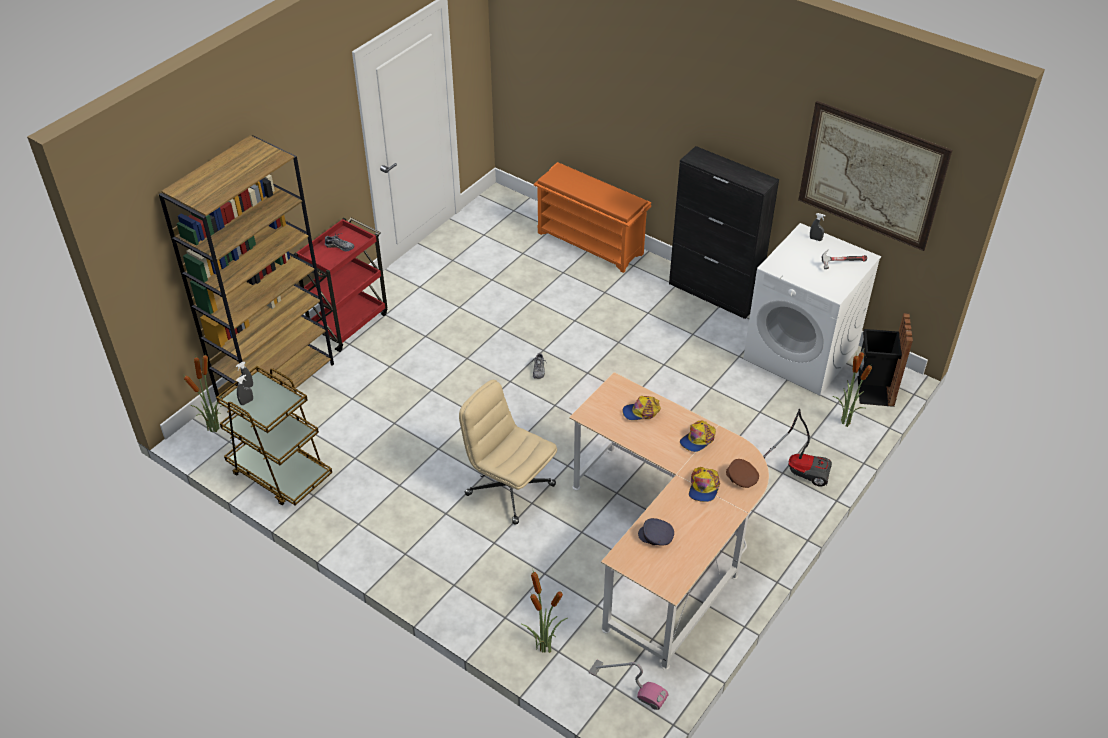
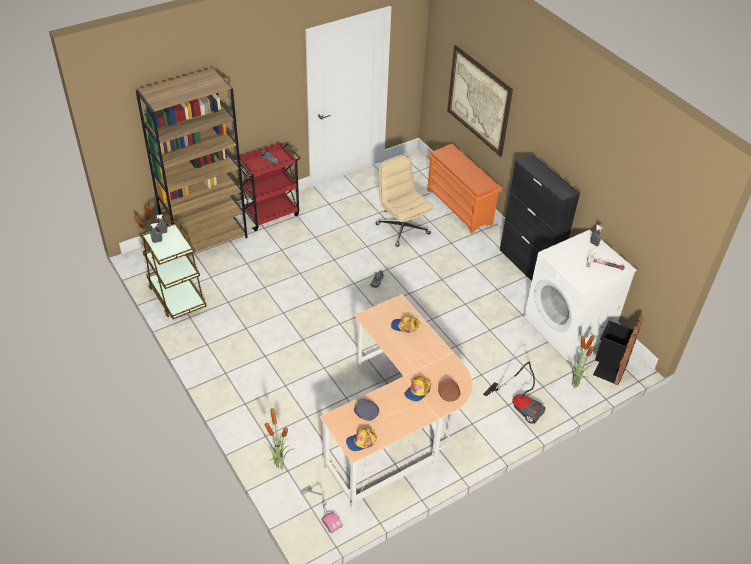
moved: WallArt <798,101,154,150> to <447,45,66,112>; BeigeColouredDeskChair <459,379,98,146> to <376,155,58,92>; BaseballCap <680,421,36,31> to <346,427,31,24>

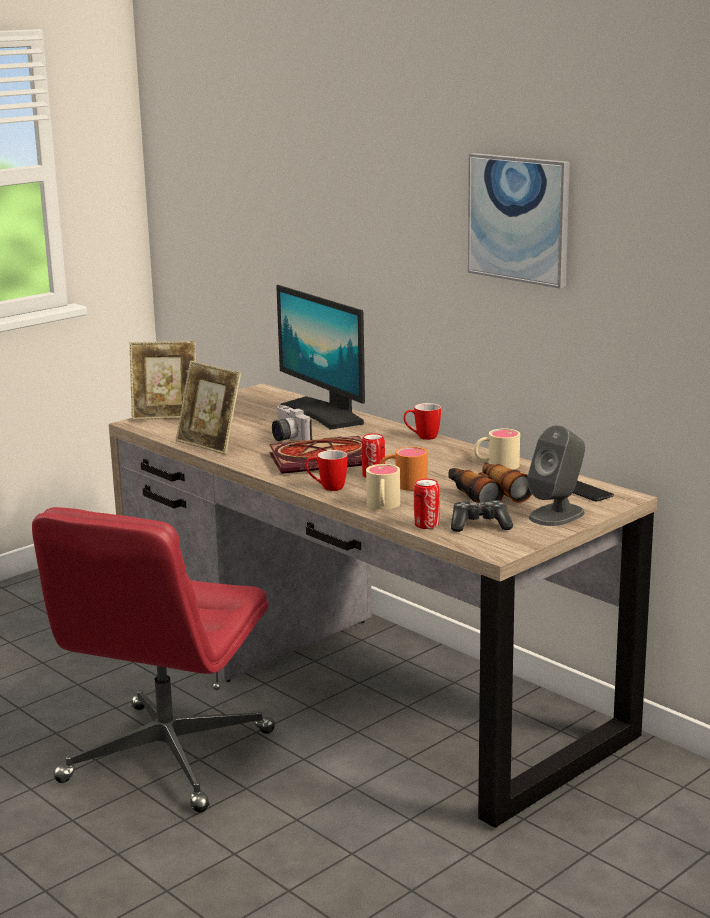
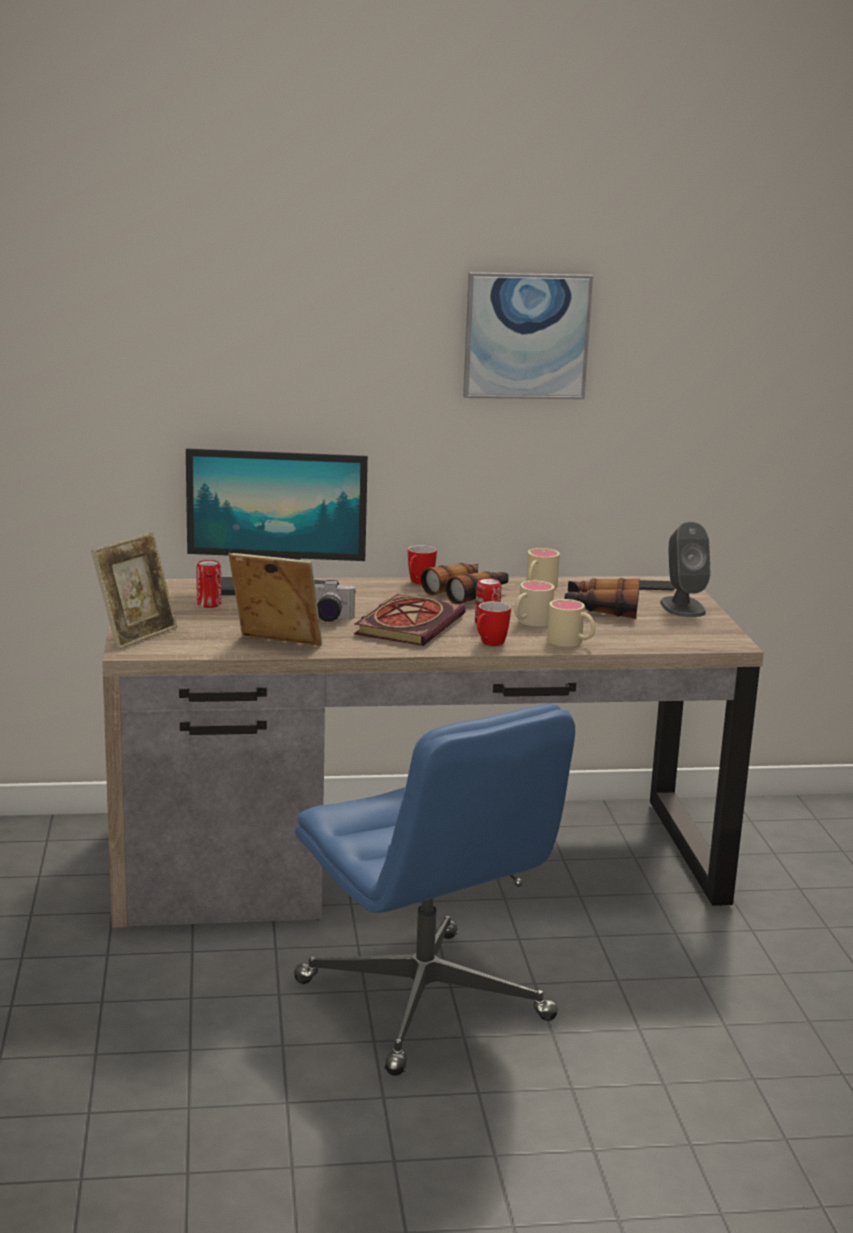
removed: GameController <451,500,62,32>
added: FieldGlasses <421,563,88,41>
moved: SealedCan <414,479,25,50> to <196,560,25,48>
recoloured: OrangeMug <380,447,48,44> to BeigeColouredMug <514,581,40,45>; RedColouredDeskChair <32,507,243,305> to BluishDeskChair <294,704,281,372>
turned: PhotoFrame <176,360,65,95> = <229,553,93,93> 150 degrees counterclockwise

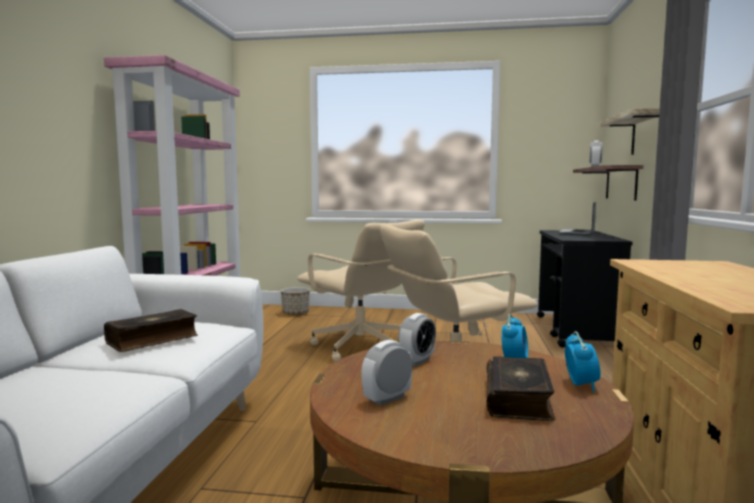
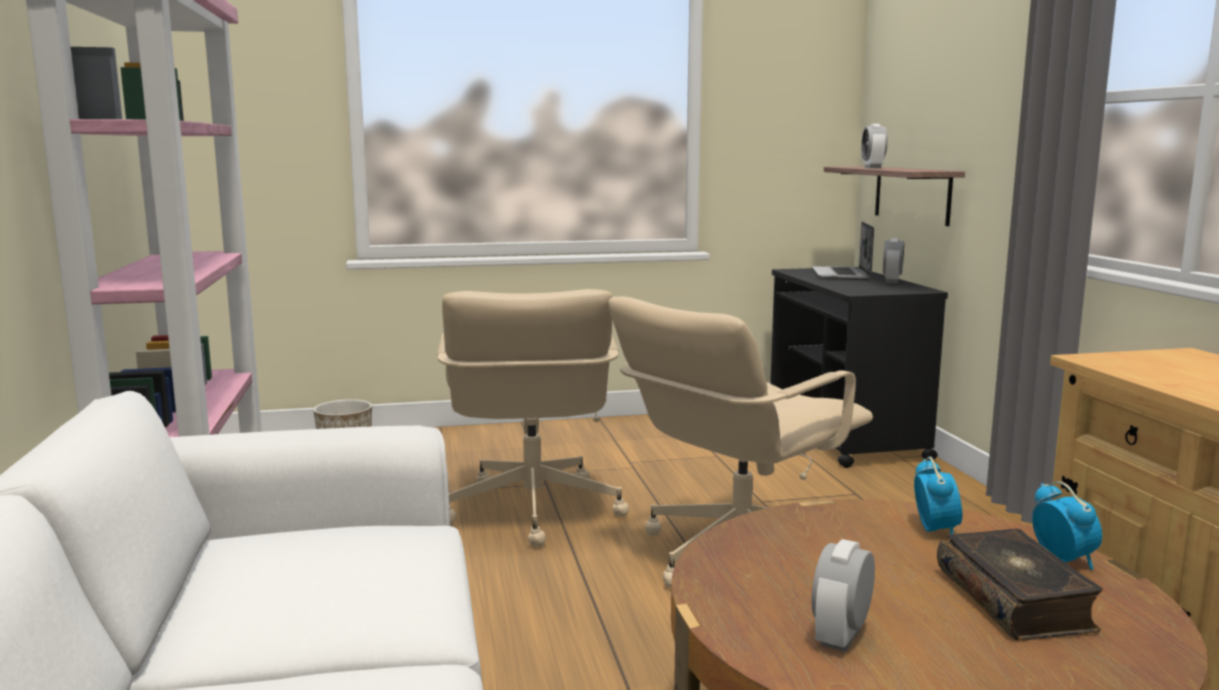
removed: Shelf <600,108,60,47>; BoundBook <104,309,94,43>
moved: BedsideClock <398,313,38,54> to <883,238,21,46>
turned: BeigeColouredDeskChair <297,220,128,141> = <437,289,192,257> 60 degrees clockwise

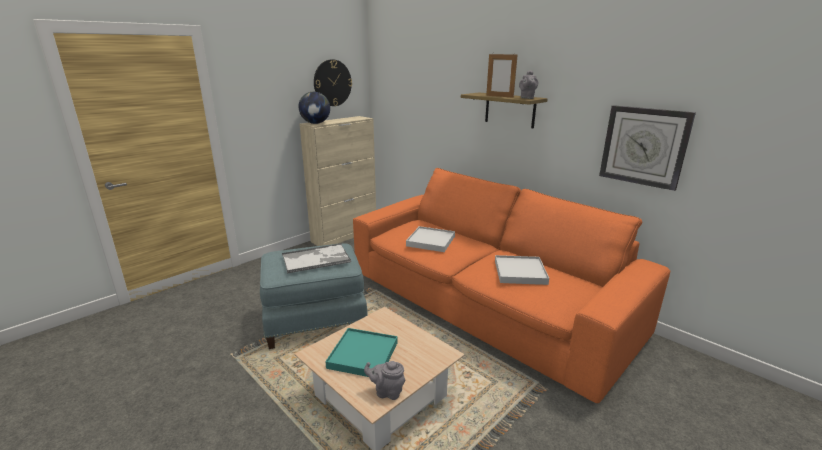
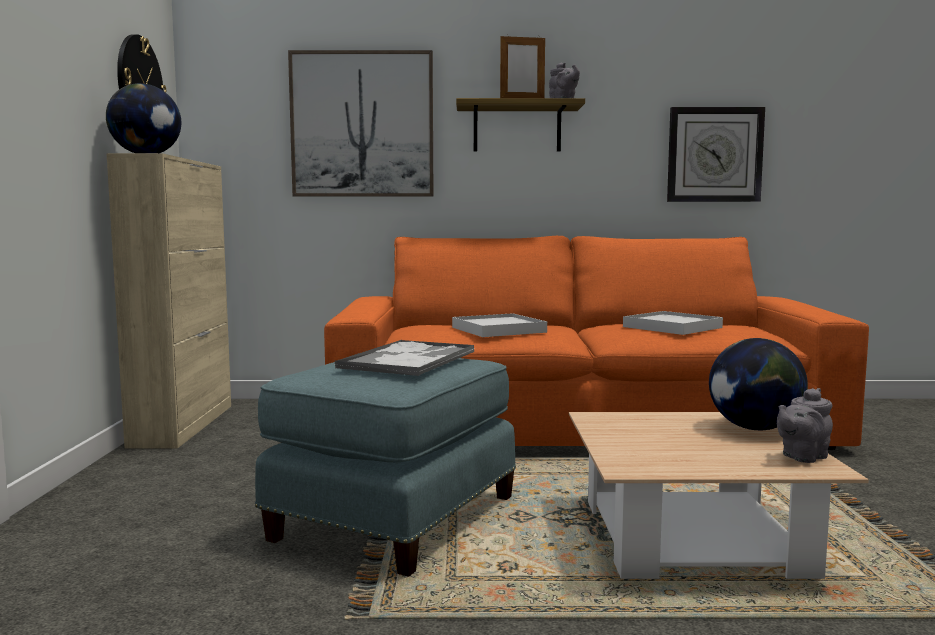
removed: BlueGreenServingTray <325,328,72,49>
added: WallArt <288,50,146,147>; DeskGlobe <709,338,99,92>

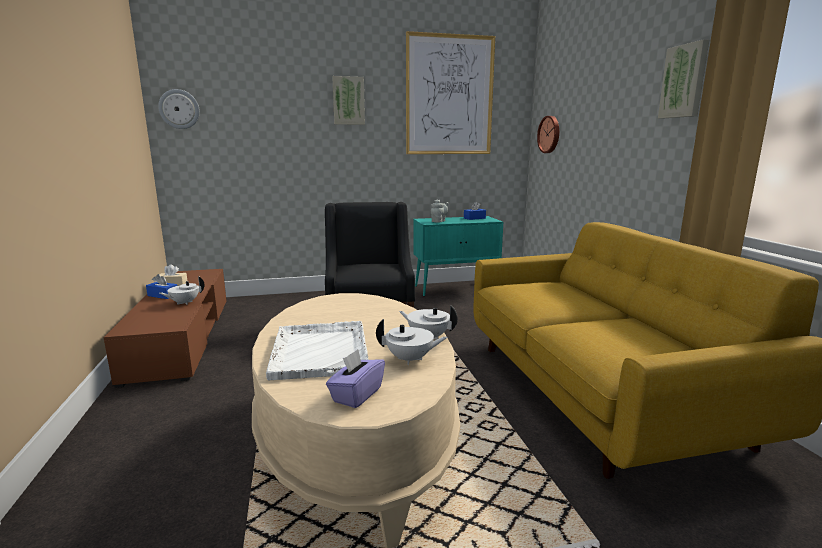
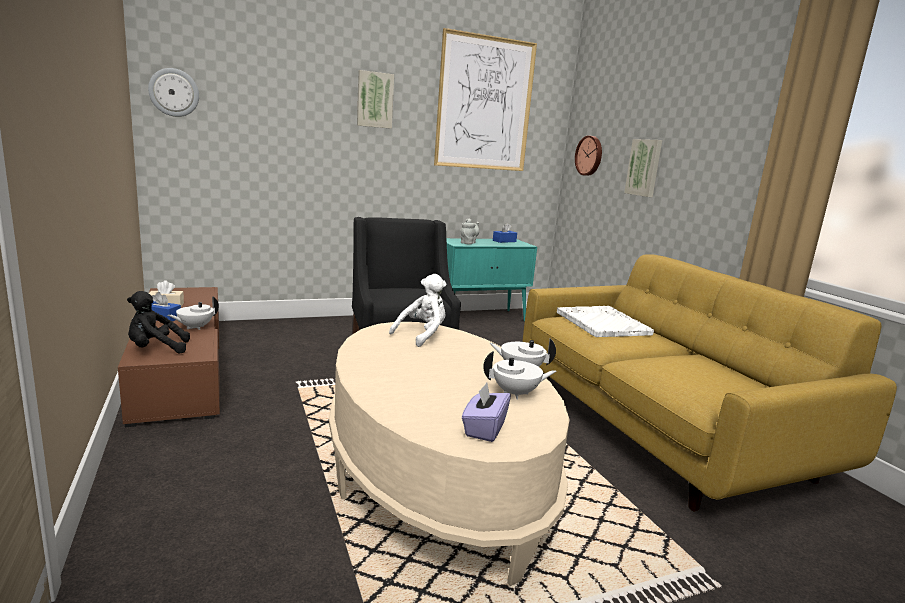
added: WhiteColouredSoftToy <389,274,58,73>; BlackishSoftToy <127,291,63,63>
moved: WallArt <658,39,51,80> to <624,139,38,58>; WhiteColouredServingTray <266,321,103,59> to <557,306,97,31>

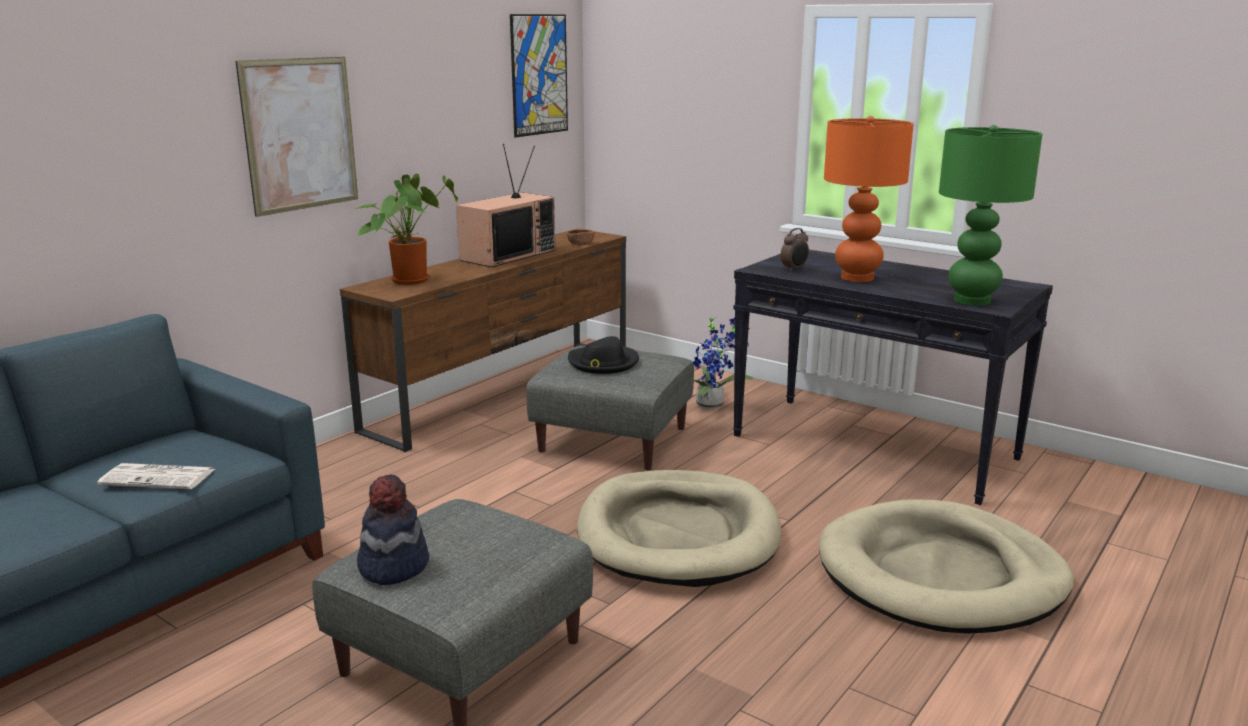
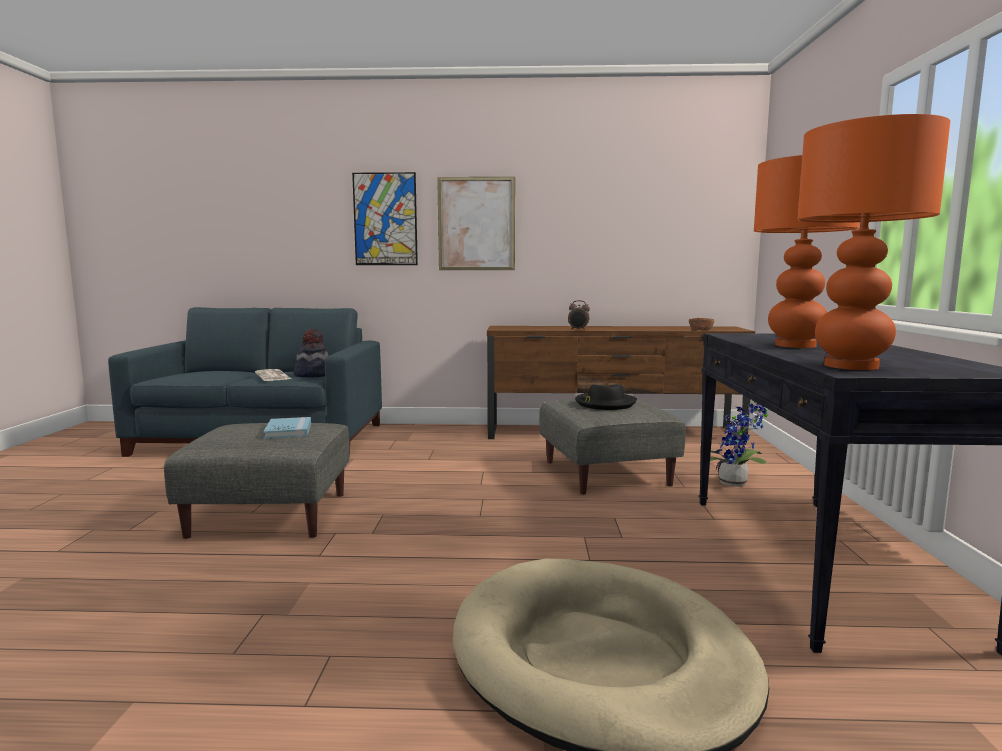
removed: Television <456,144,99,123>; PlantInAPot <355,173,103,112>; BeigeColouredPetBed <577,470,204,117>
added: BluishBoundBook <263,417,48,22>
moved: WallArt <510,14,58,123> to <352,172,66,93>; BedsideClock <781,228,28,44> to <568,300,22,30>; ClothingHat <357,475,72,110> to <294,329,35,49>
recoloured: GreenishLampForATable <939,125,103,181> to OrangeLampForATable <797,114,153,256>

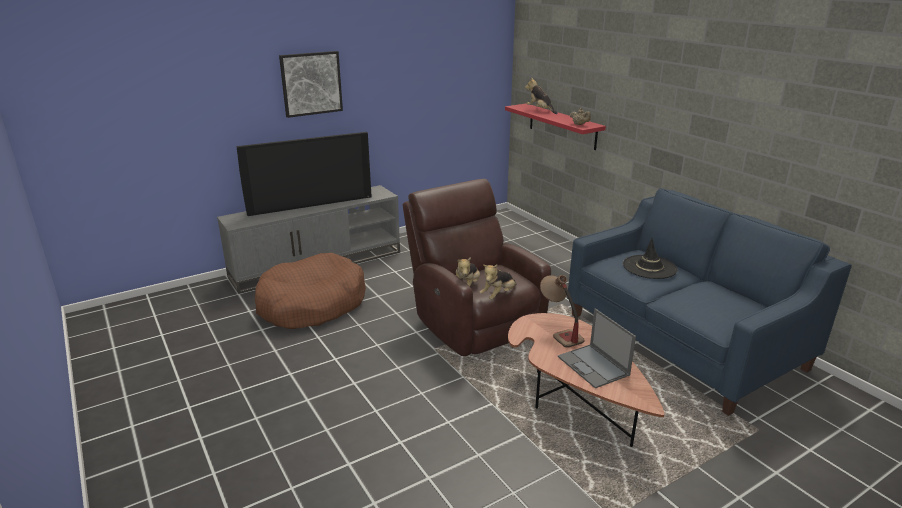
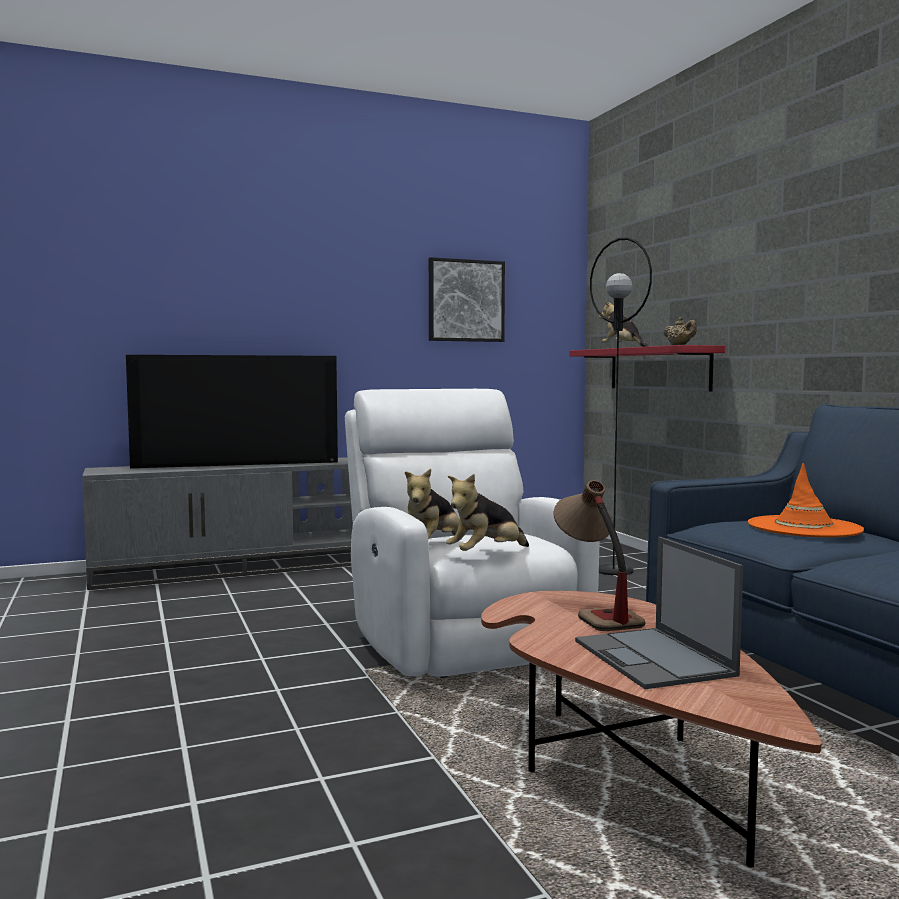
removed: BrownPetBed <255,253,111,76>
added: BlackishStandingLamp <590,237,62,338>
moved: WallArt <279,51,64,67> to <429,257,76,85>
recoloured: BrownLoungeChair <403,179,148,177> to WhiteColouredLoungeChair <345,389,255,289>; BlackishClothingHat <623,238,54,41> to OrangeClothingHat <748,463,116,74>

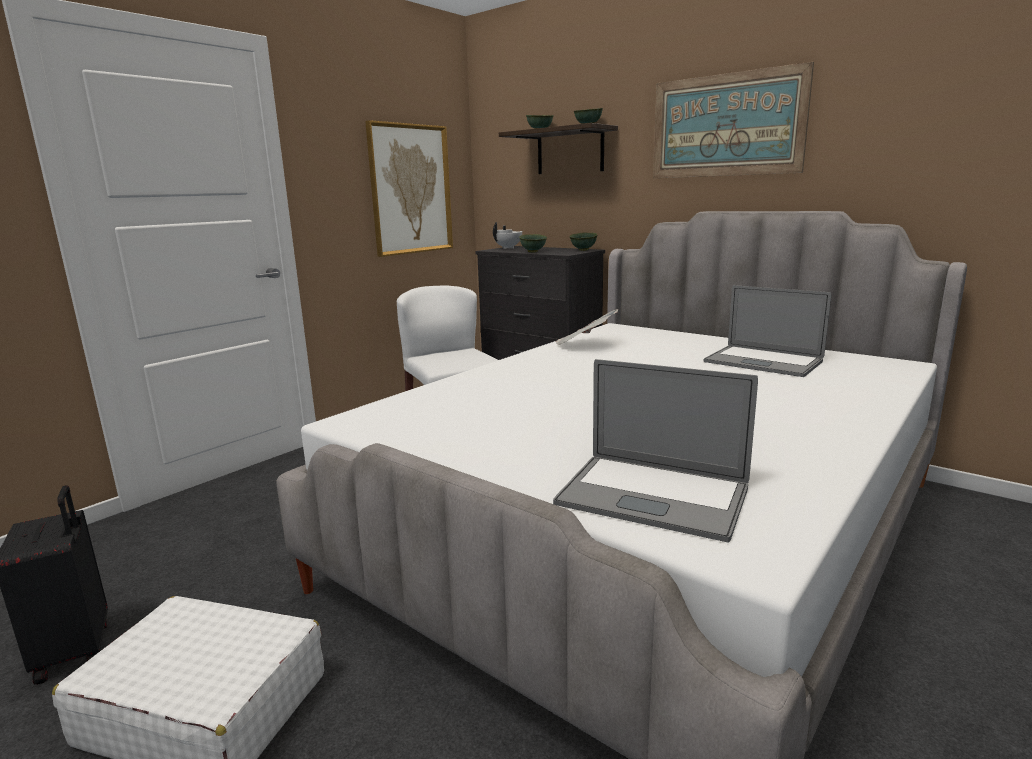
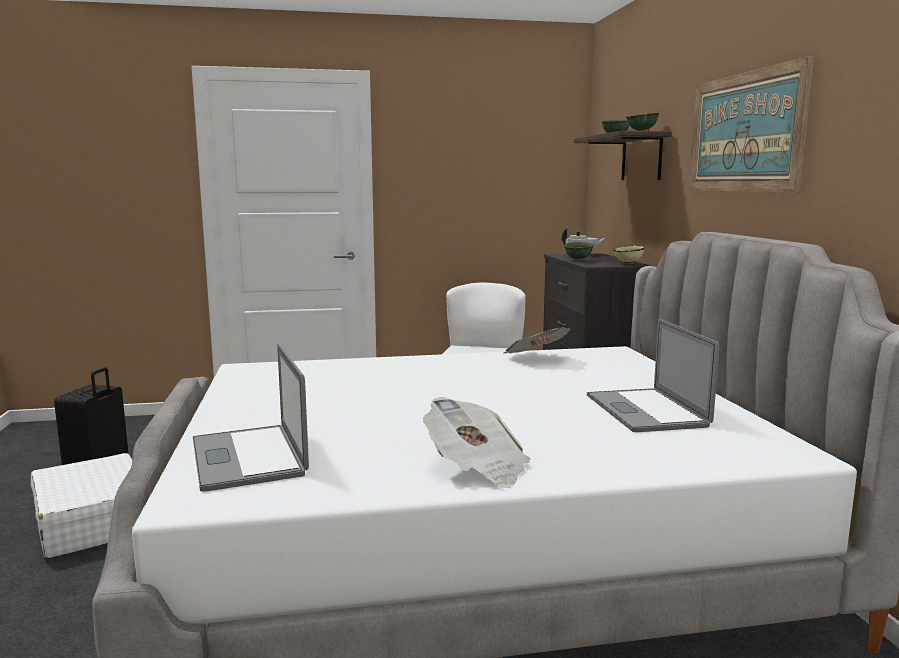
removed: WallArt <365,120,88,137>
added: Newspaper <423,397,107,91>
recoloured: GreenishBowl <569,233,29,18> to BeigeColouredBowl <613,245,32,20>

